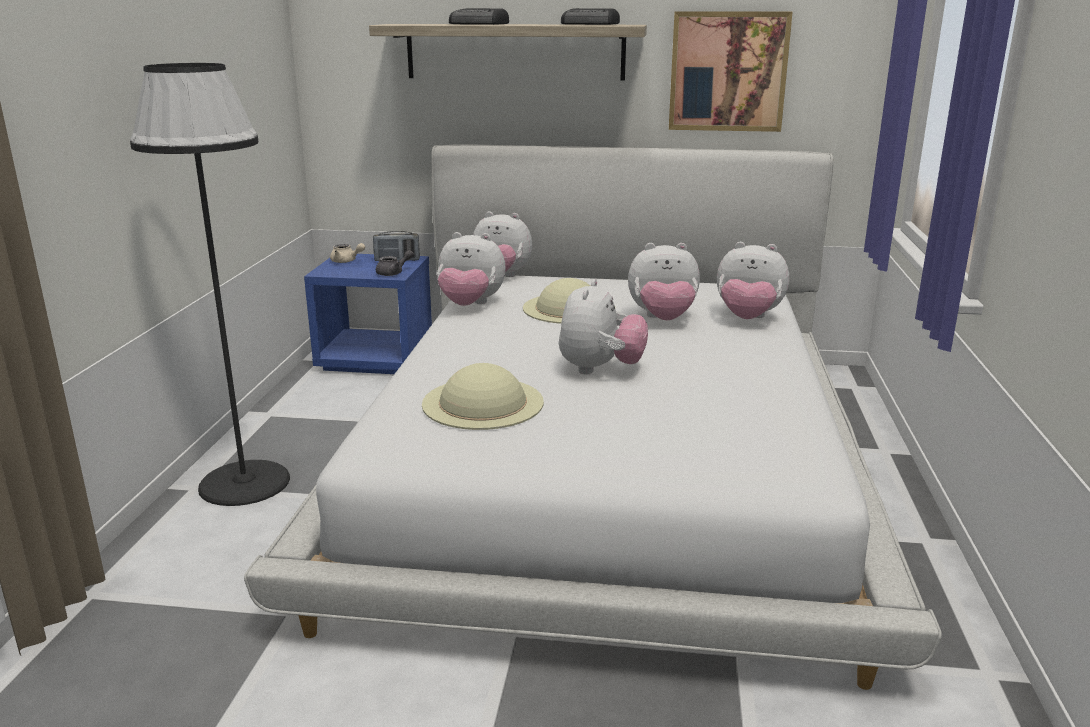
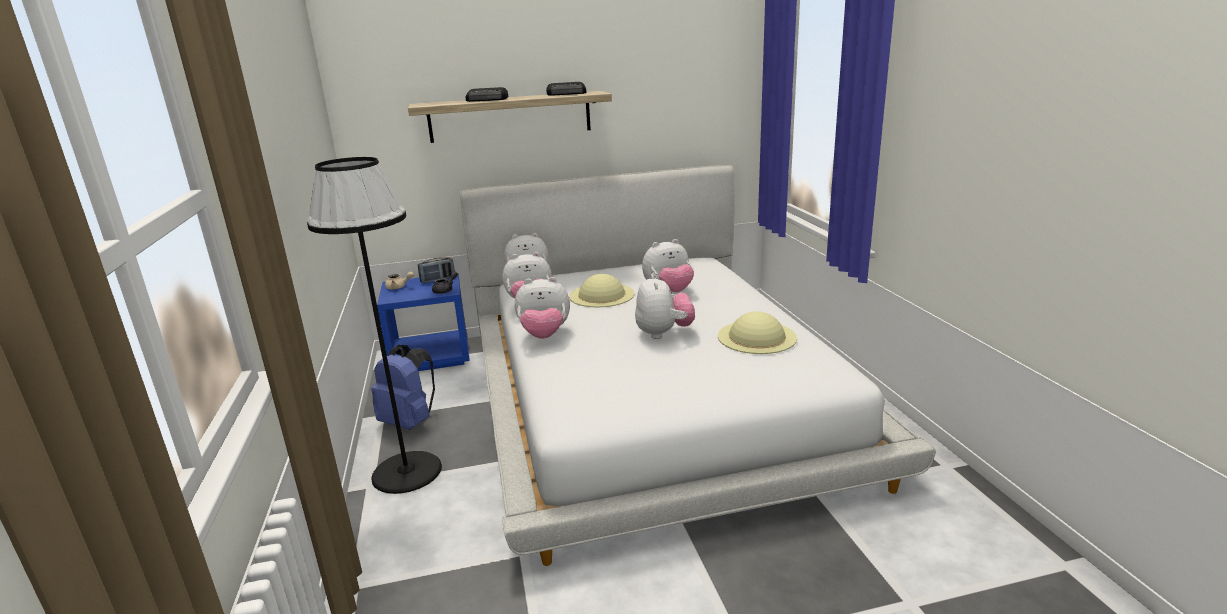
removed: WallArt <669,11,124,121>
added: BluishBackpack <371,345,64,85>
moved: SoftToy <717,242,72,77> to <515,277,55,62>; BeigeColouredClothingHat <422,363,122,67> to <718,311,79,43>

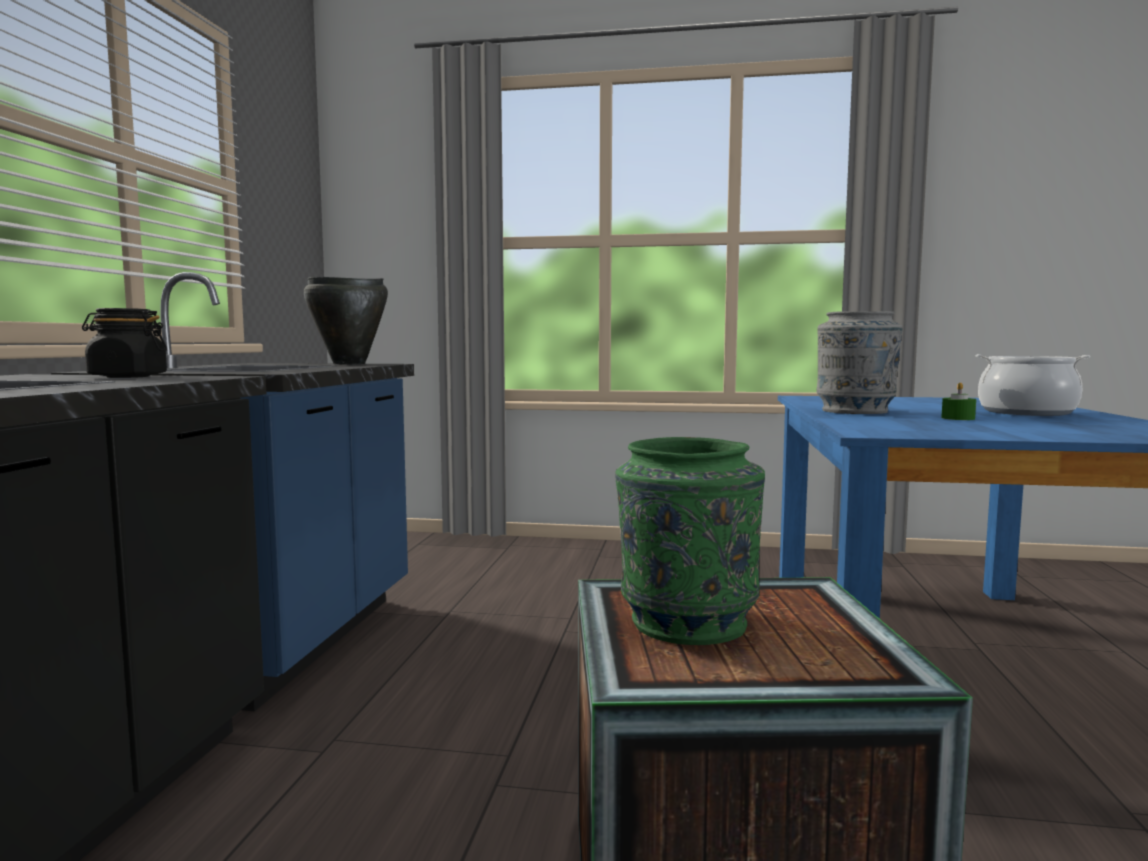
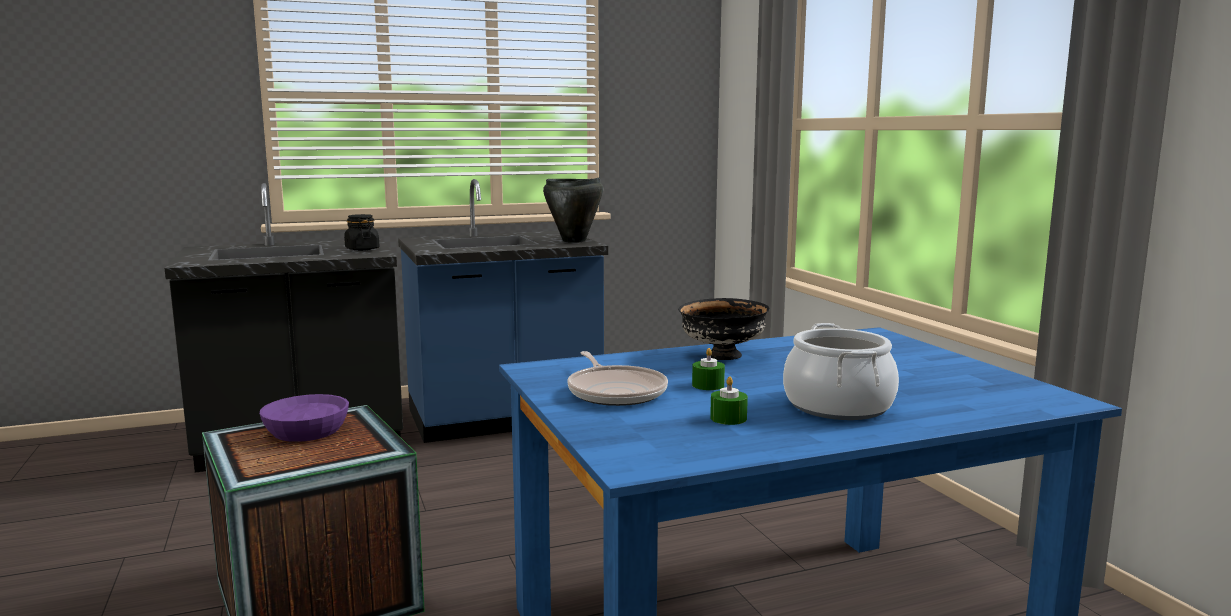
added: Pan <567,351,101,55>; GreenishWaxCandle <710,376,38,49>
replaced: GreyishFlowerVase <816,311,87,103> to BlackishBowl <678,298,92,62>; GreenishFlowerVase <615,437,150,208> to PurpleColouredBowl <260,394,89,48>

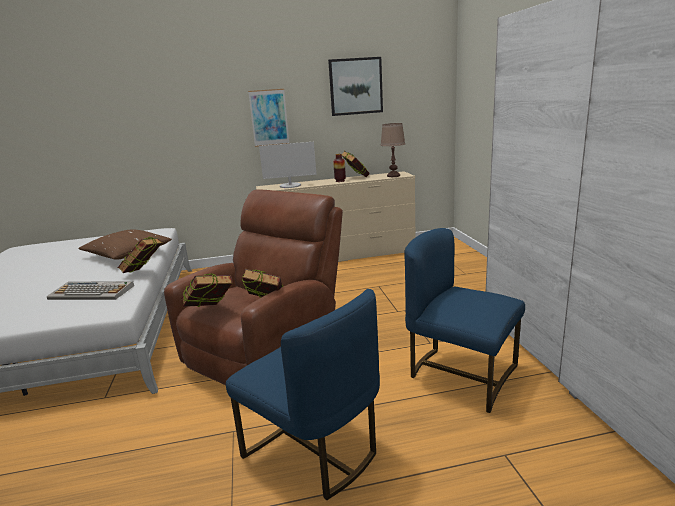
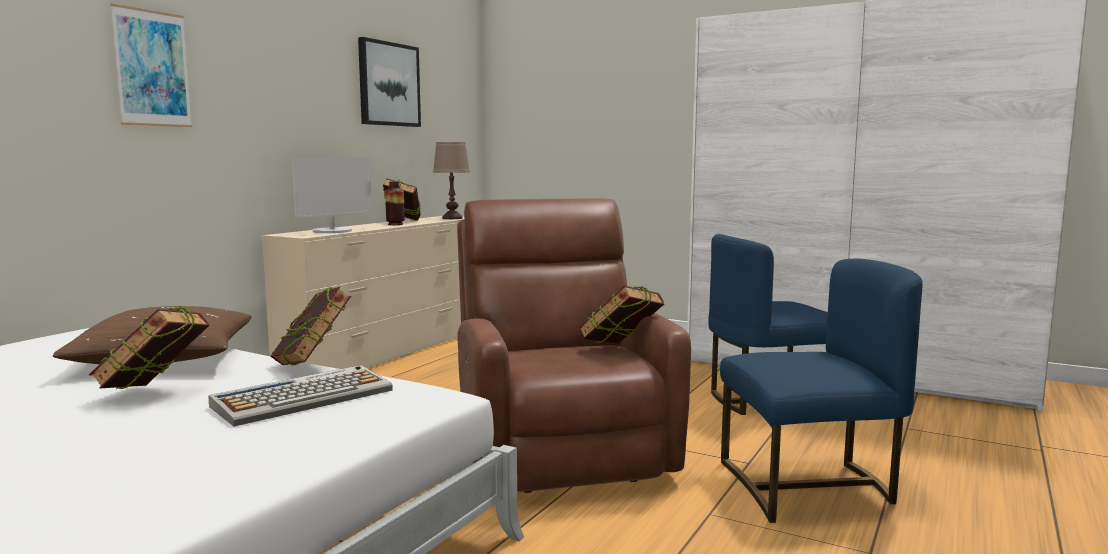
moved: WallArt <248,89,41,58> to <110,3,82,124>; BoundBook <181,274,52,33> to <89,306,121,83>

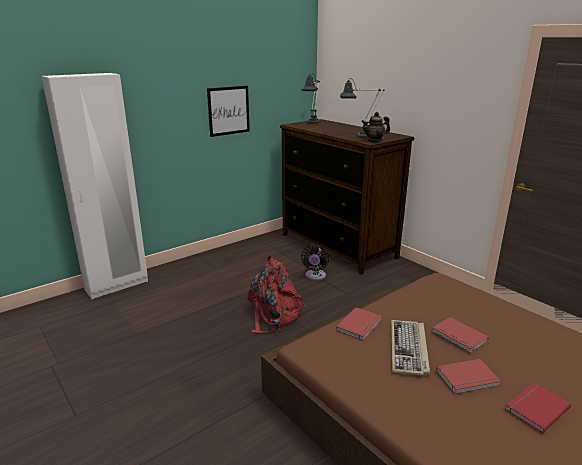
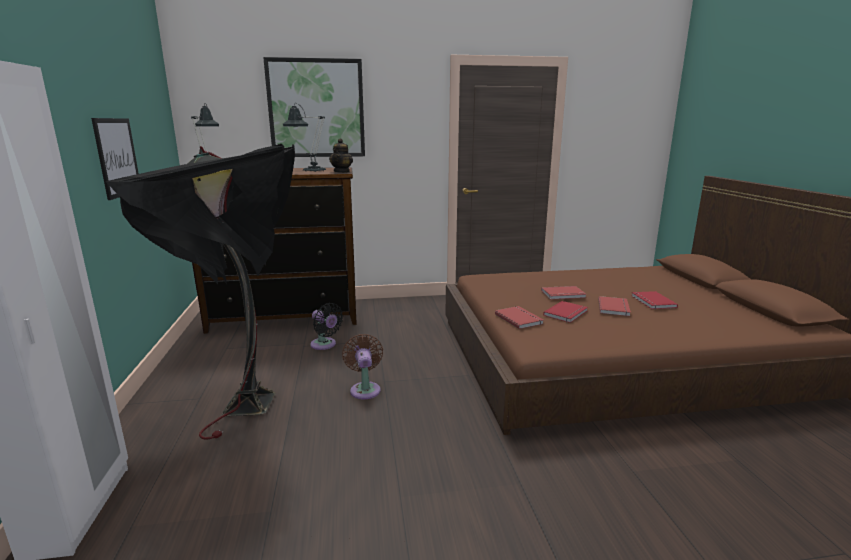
added: WallArt <263,57,102,100>; BlackishStandingLamp <105,144,190,295>
replaced: RedColouredBackpack <247,256,59,77> to BrownCoolingFan <342,334,41,65>; PcKeyboard <391,320,39,56> to RedColouredBoundBook <543,301,45,22>

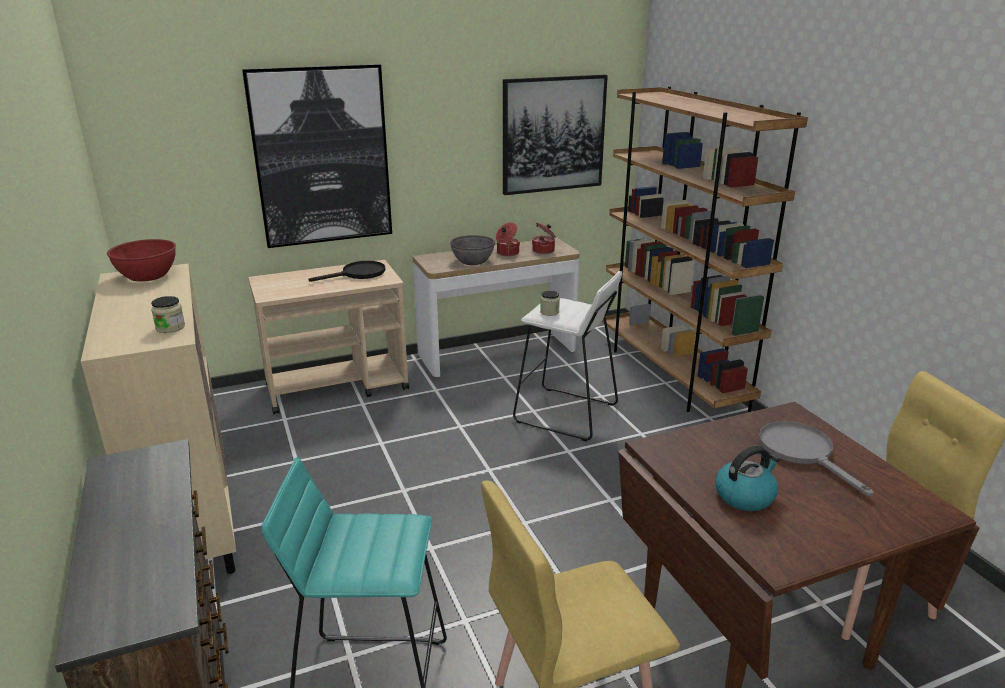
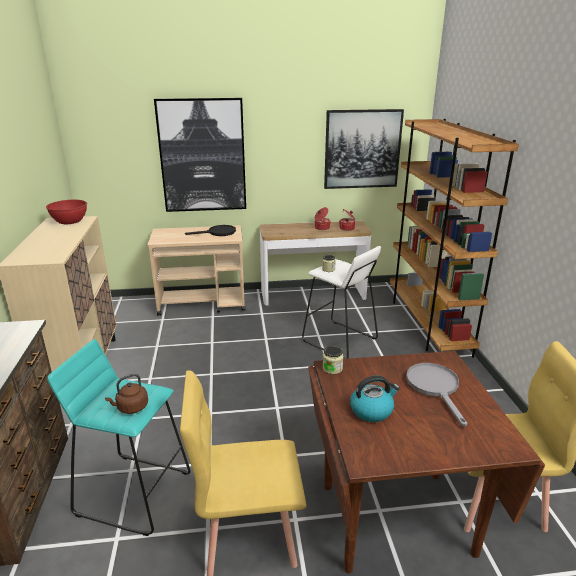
removed: GreyishBowl <450,235,45,30>
added: BrownTeaKettle <105,374,43,40>
moved: StorageJar <151,296,34,37> to <322,346,21,28>

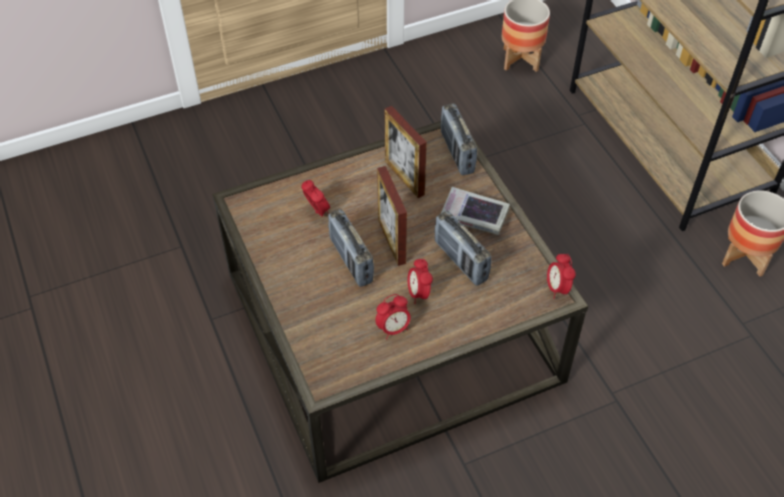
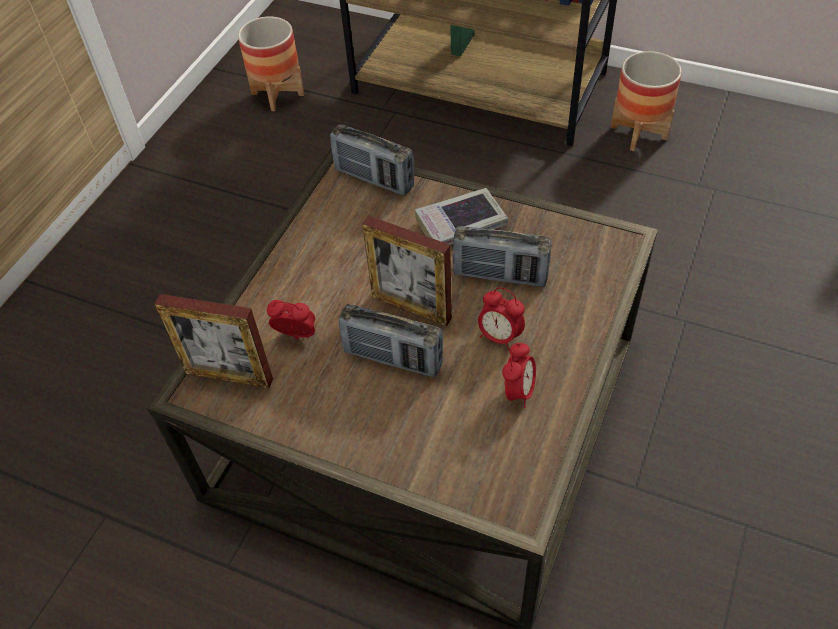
removed: BedsideClock <547,254,29,45>
moved: PhotoFrame <385,106,42,92> to <155,294,118,94>

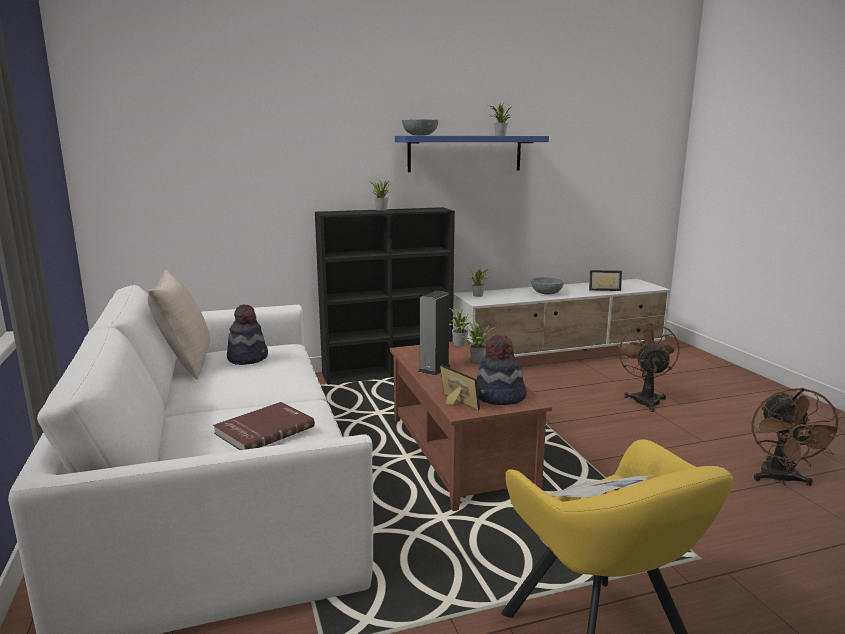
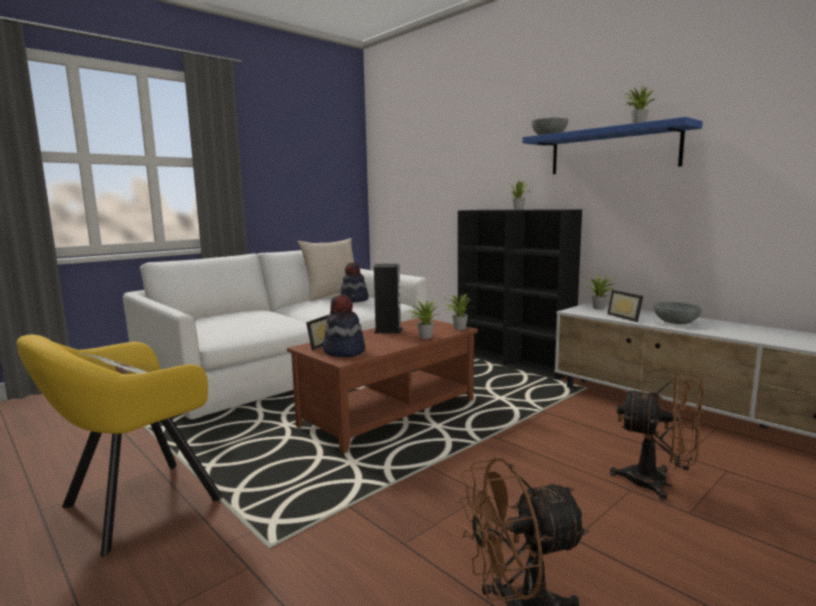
removed: RedColouredBoundBook <213,402,102,48>
moved: PhotoFrame <589,270,33,21> to <607,290,36,32>
turned: BrownCoolingFan <617,321,62,91> = <610,373,93,128> 45 degrees clockwise

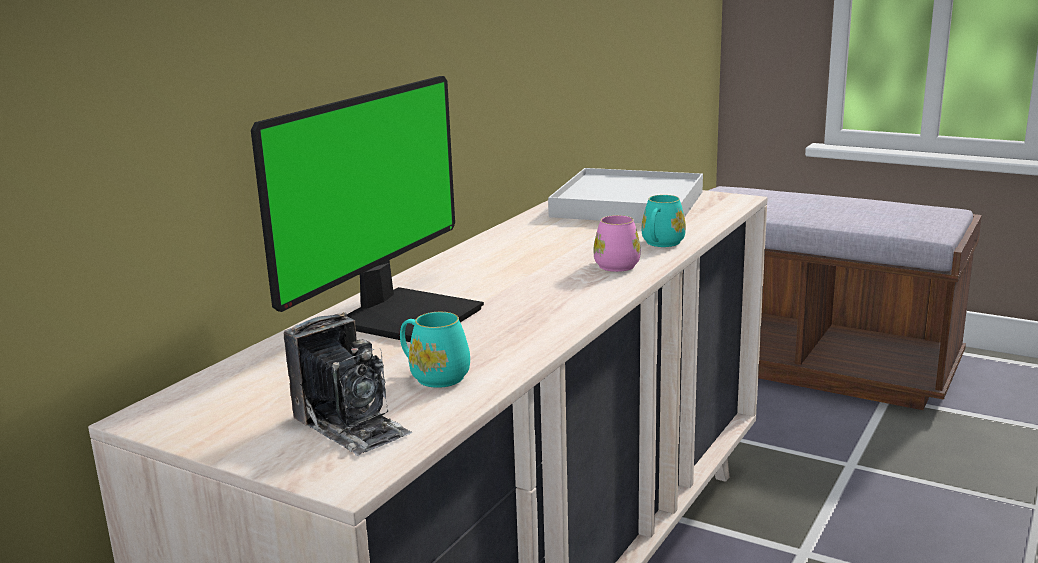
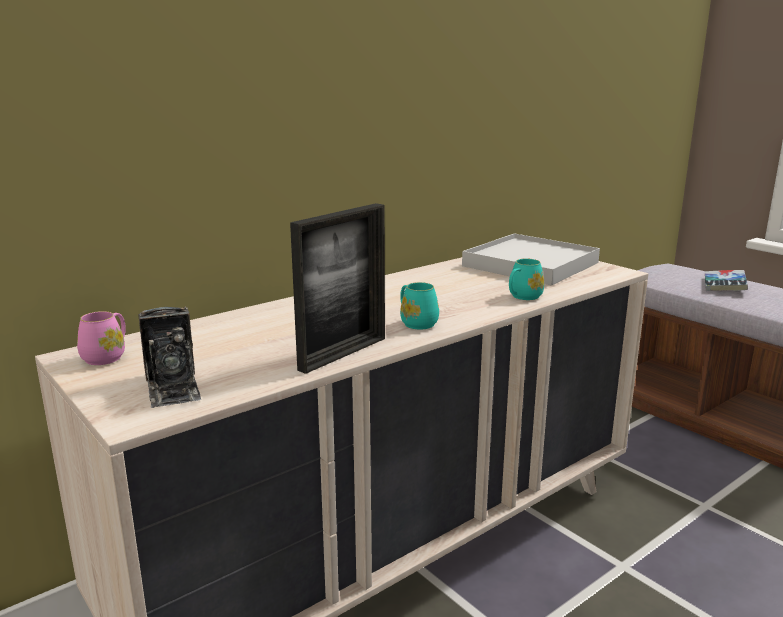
removed: ComputerScreen <251,76,233,266>
added: PhotoFrame <290,203,95,171>; BoundBook <705,270,43,21>
moved: PinkColouredMug <593,215,48,57> to <77,311,49,54>; BlueGreenMug <400,312,70,76> to <400,282,39,47>

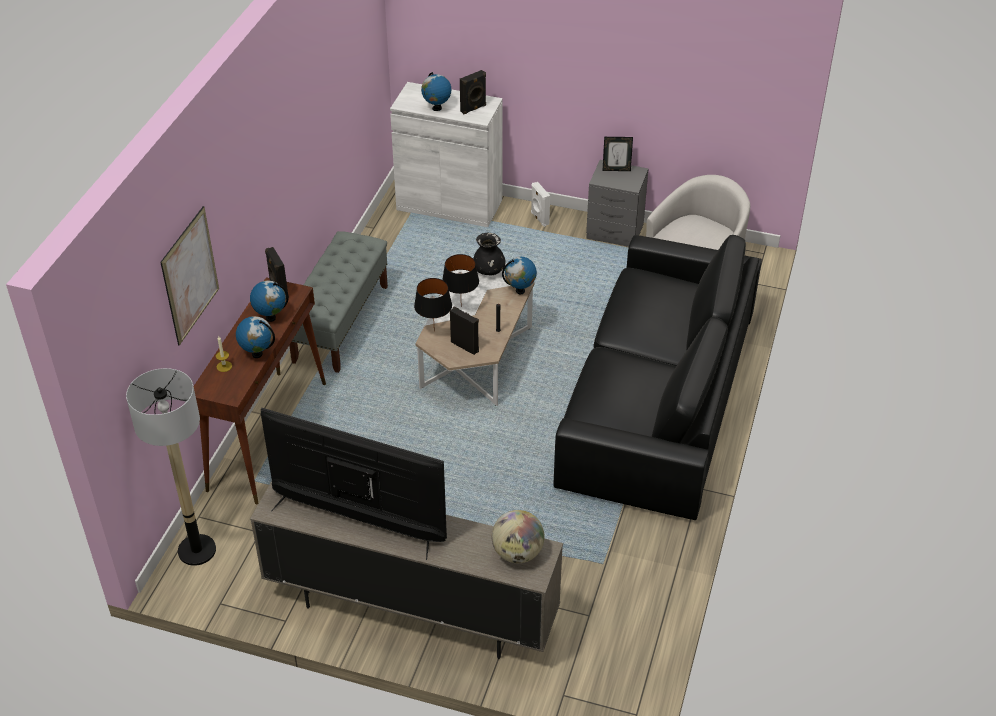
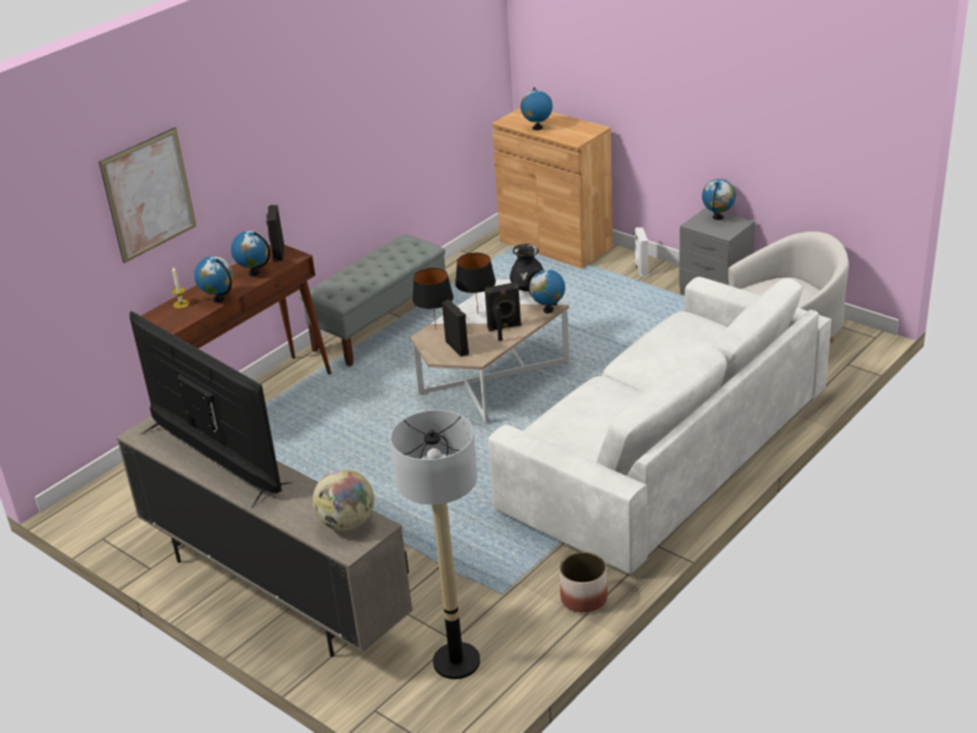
added: PlantPot <559,552,49,60>
moved: BlackishAudioSpeaker <460,70,26,44> to <485,282,37,50>; StandingLamp <126,368,90,198> to <390,410,90,269>
replaced: PhotoFrame <602,137,31,34> to DeskGlobe <702,179,34,41>
recoloured: WhiteColouredStorageCabinet <390,82,113,145> to BrownStorageCabinet <492,107,121,162>; BlackishCouch <553,235,209,285> to WhiteColouredCouch <488,277,343,297>

